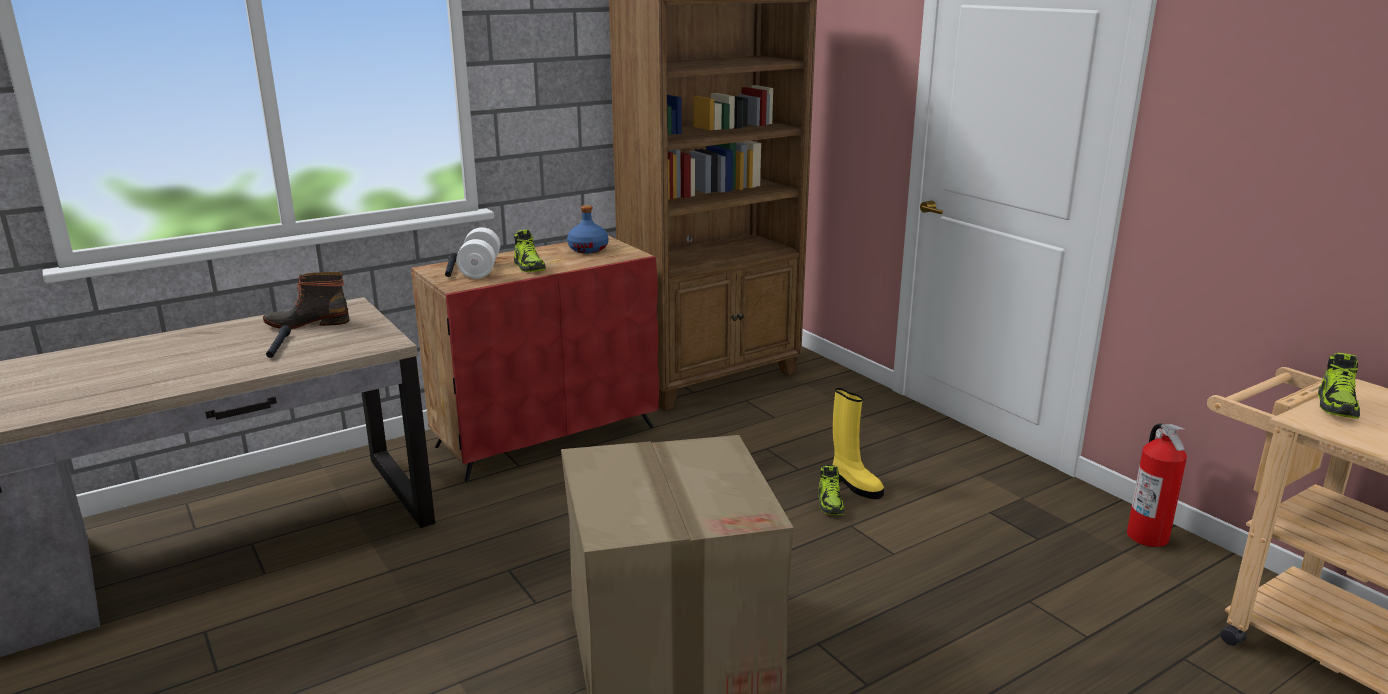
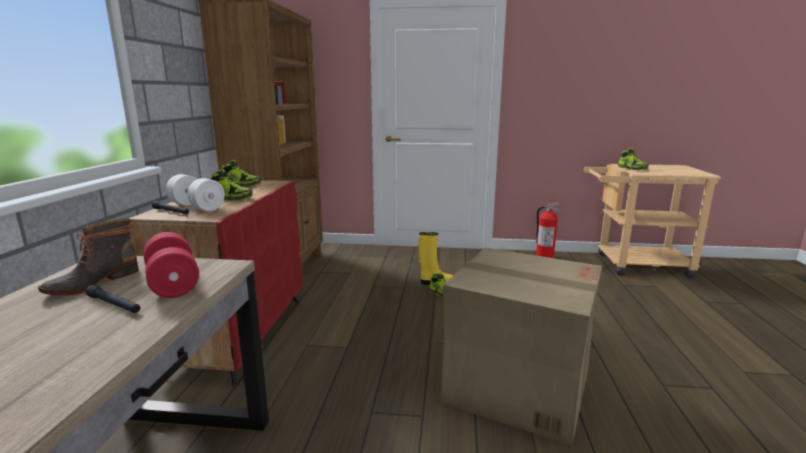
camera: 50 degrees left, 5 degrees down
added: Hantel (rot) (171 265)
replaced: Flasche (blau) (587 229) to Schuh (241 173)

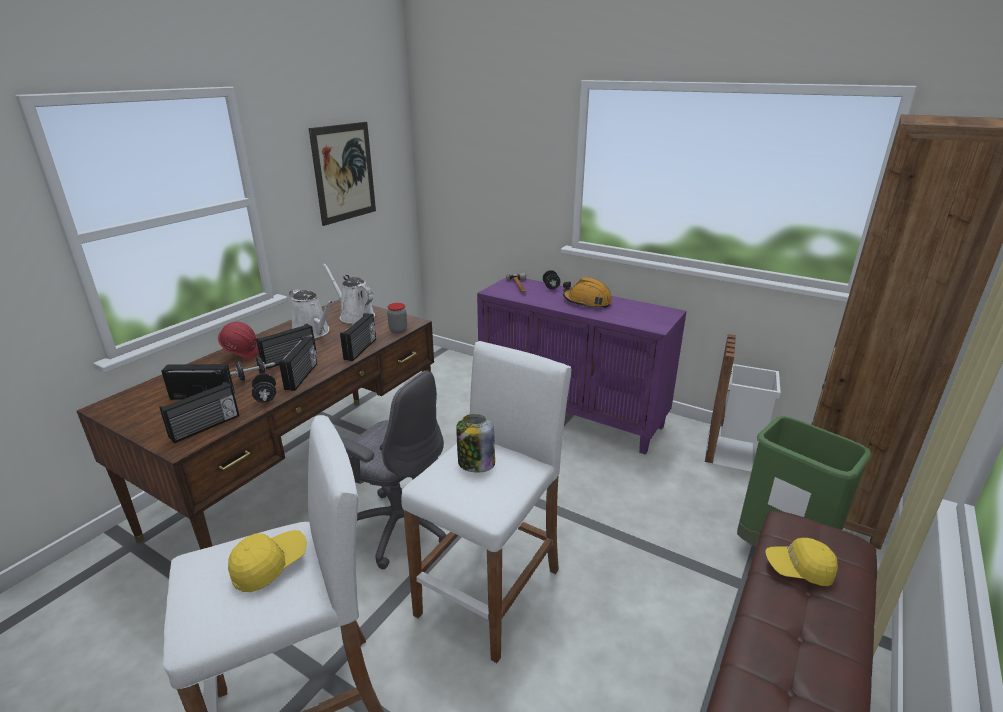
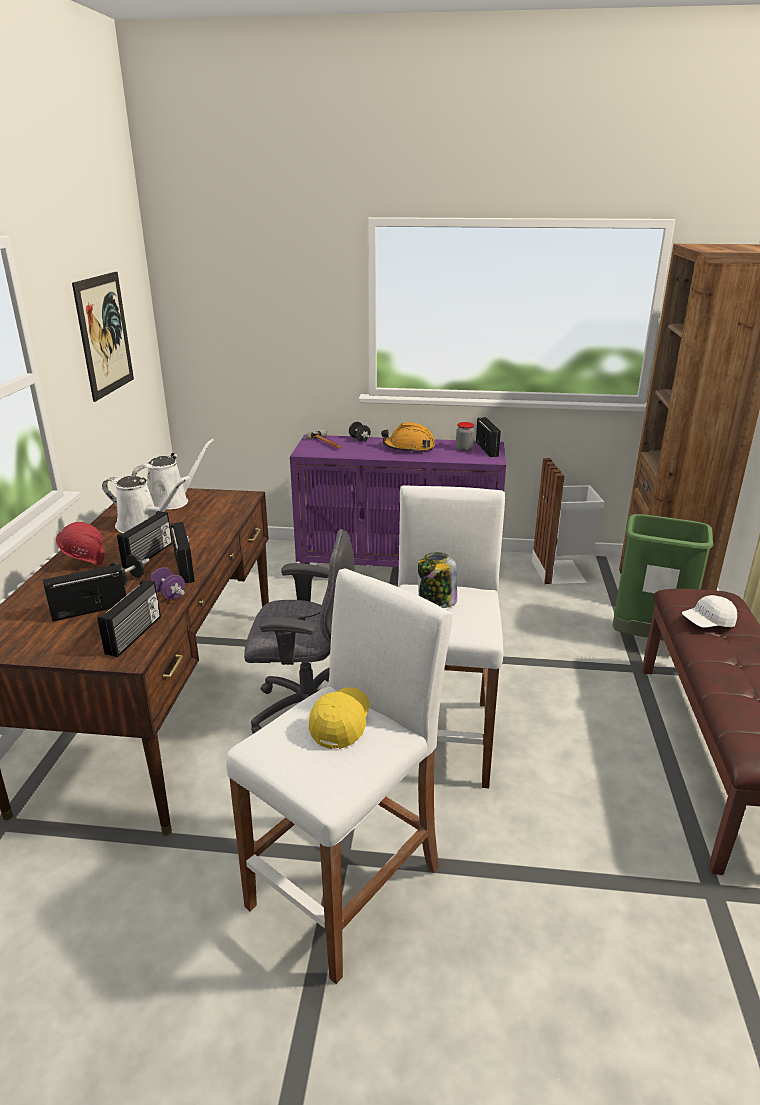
camera: 25 degrees left, 0 degrees up
moved: Vorratsglas (397 318) to (465 436); Radio (358 337) to (488 437)
recoloured: Hantel (schwarz) (264 388) to Hantel (lila) (167 583); Kappe (gelb) (801 562) to Kappe (weiß) (709 611)
turned: Gießkanne (weiß) (348 293) = (173 474) 120 degrees clockwise

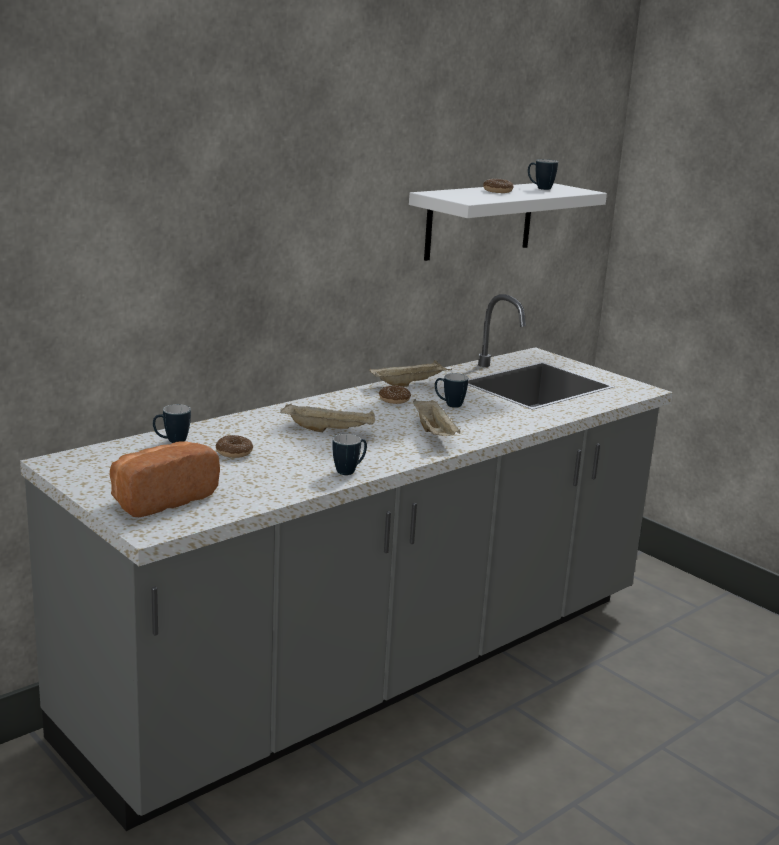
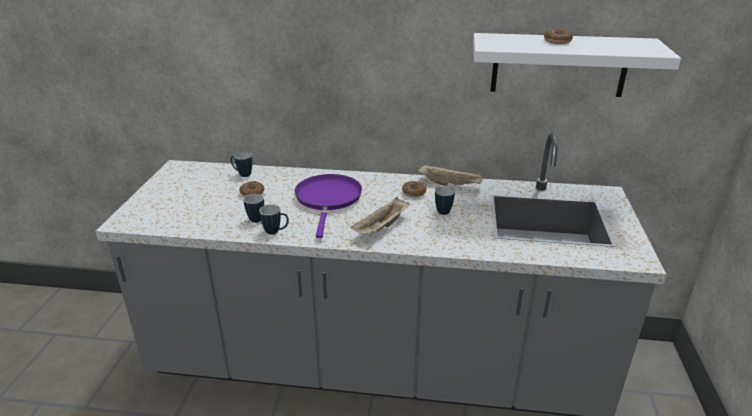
camera: 50 degrees right, 10 degrees up
removed: Brot (165 479)
moved: Henkelbecher (543 174) to (253 208)
replaced: Tablett (beige) (327 417) to Pfanne (lila) (328 206)

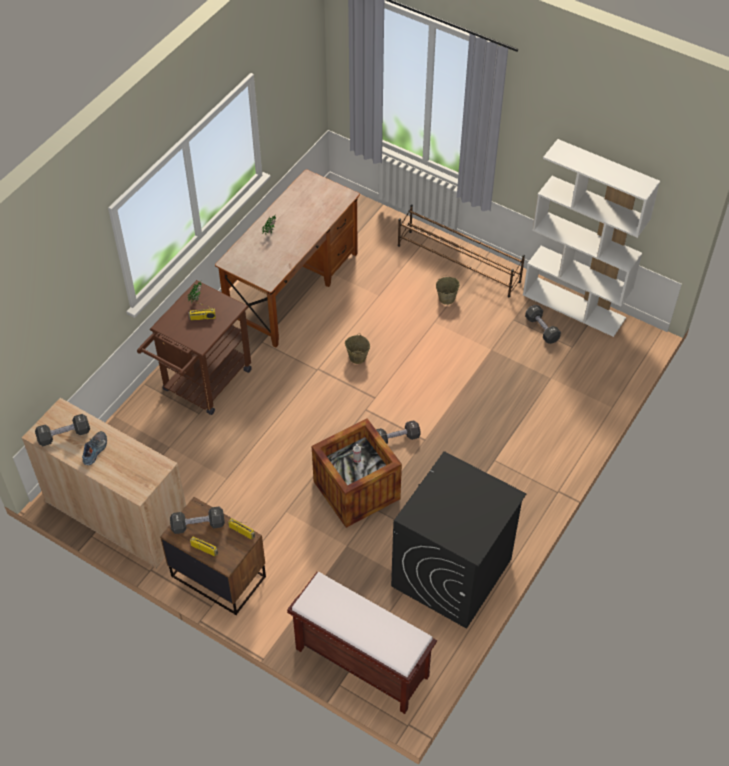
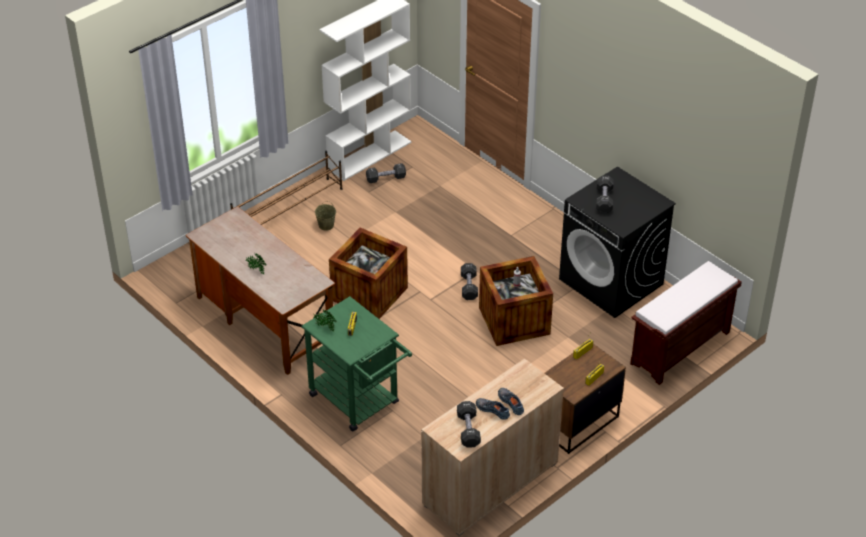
camera: 75 degrees left, 10 degrees down
added: Schuh (511 401)
moved: Hantel (schwarz) (197 520) to (605 194)
replaced: Eimer (beige) (357 349) to Kiste (368 273)
recoloured: Rollwagen (braun) (194 347) to Rollwagen (grün) (356 363)

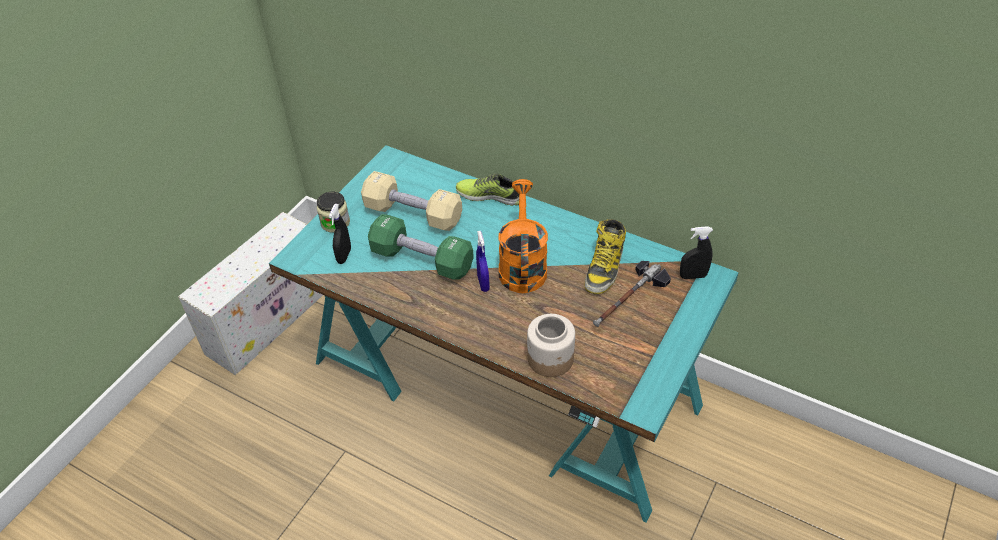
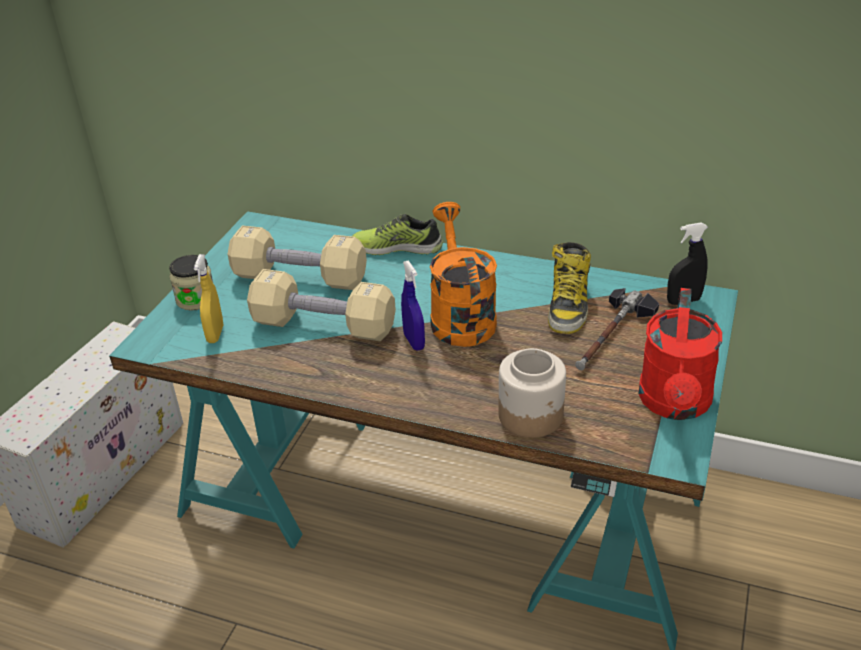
camera: 10 degrees left, 10 degrees down
added: Gießkanne (rot) (680 354)
recoloured: Sprühflasche (schwarz) (340 234) to Sprühflasche (gelb) (208 298); Hantel (grün) (421 247) to Hantel (beige) (321 305)

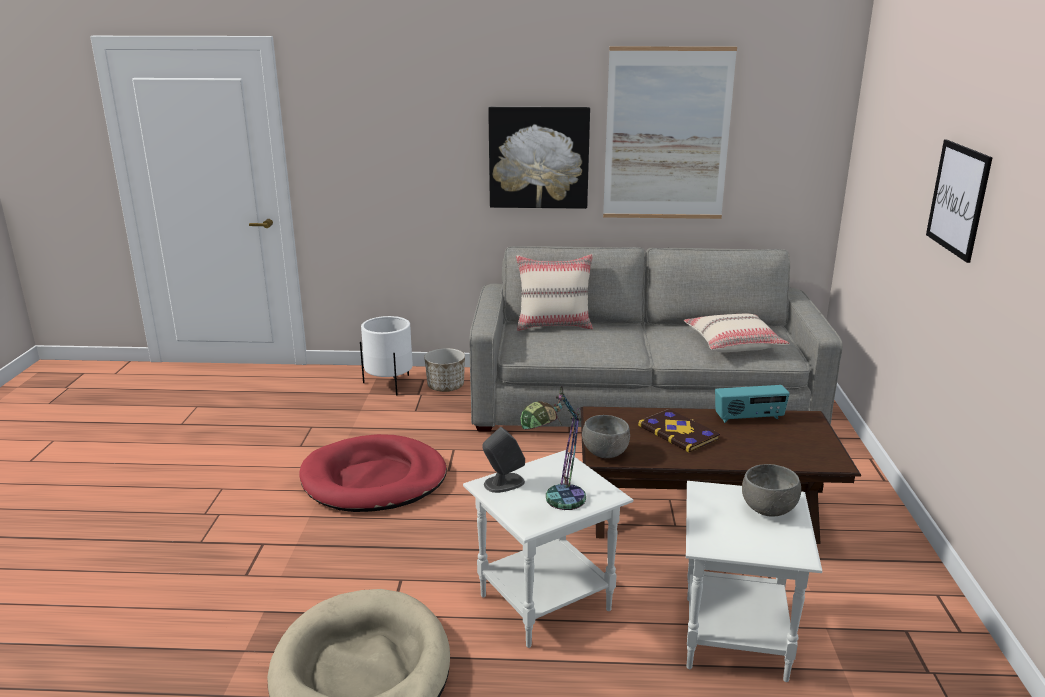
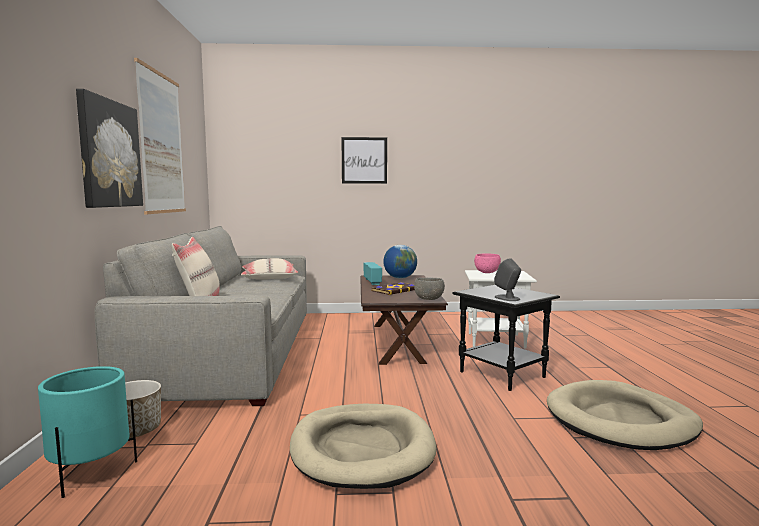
camera: 95 degrees left, 15 degrees down
removed: Tischlampe (553 448)
added: Globus (400 262)
recoloured: Pflanzkübel (weiß) (386 356) to Pflanzkübel (türkis) (87 432); Hundebett (rot) (373 473) to Hundebett (beige) (363 446); Beistelltisch (weiß) (548 549) to Beistelltisch (schwarz) (506 338); Schüssel (grau) (771 490) to Schüssel (rosa) (487 263)

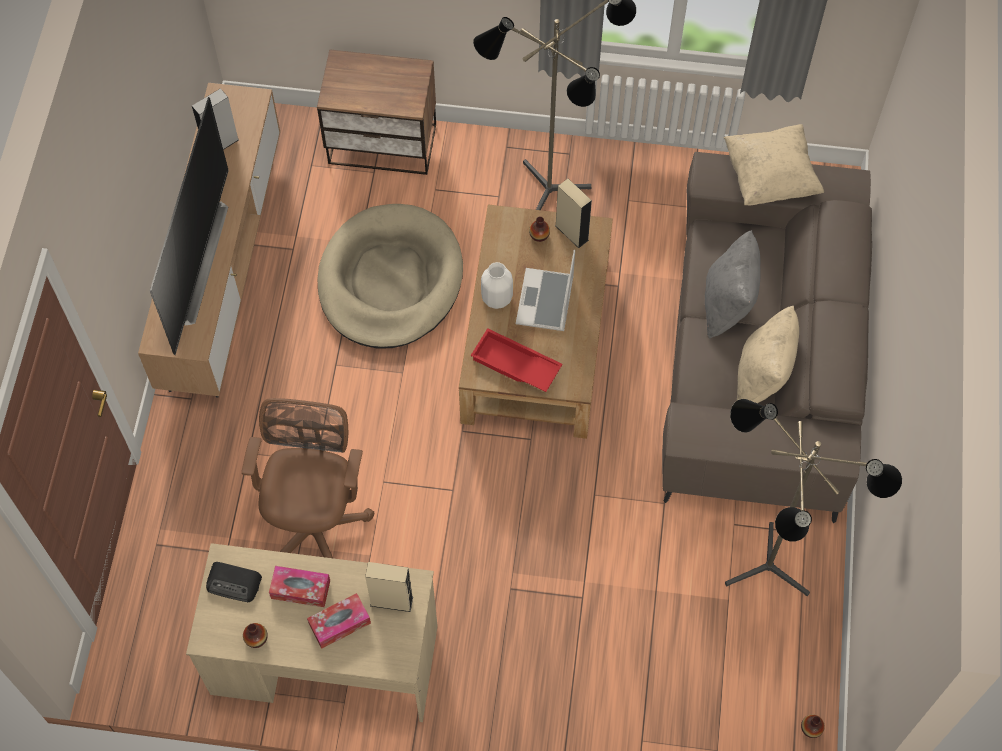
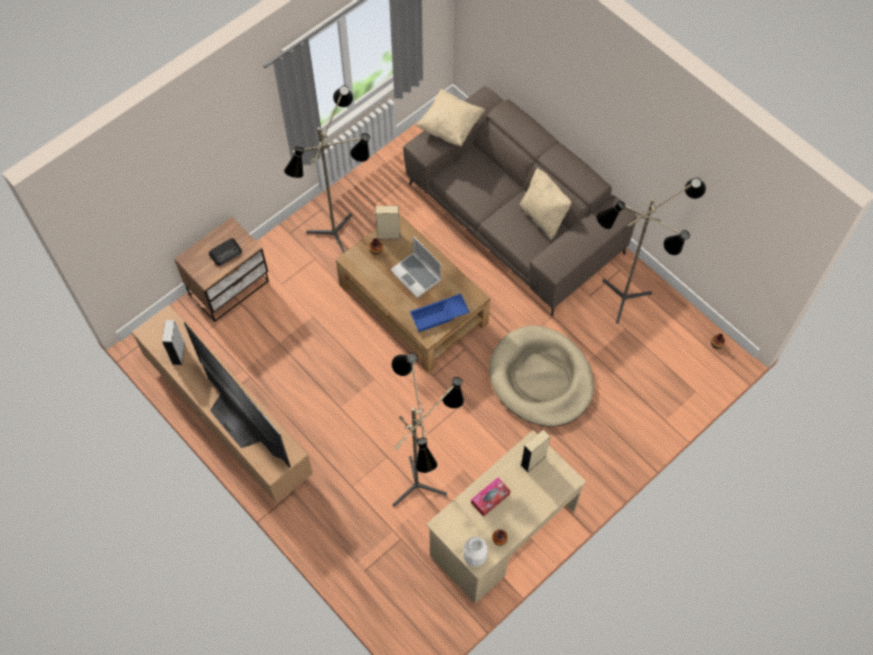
camera: 50 degrees left, 0 degrees up
removed: Kissen (grau) (733 284); Taschentuchbox (339 621)
moved: Hundebett (beige) (390 276) to (541 376); Vase (weiß) (497 285) to (475 552); Radio (234 582) to (225 252)
replaced: Bürostuhl (braun) (308 478) to Stehlampe (428 430)
recoloured: Tablett (rot) (517 360) to Tablett (blau) (440 313)

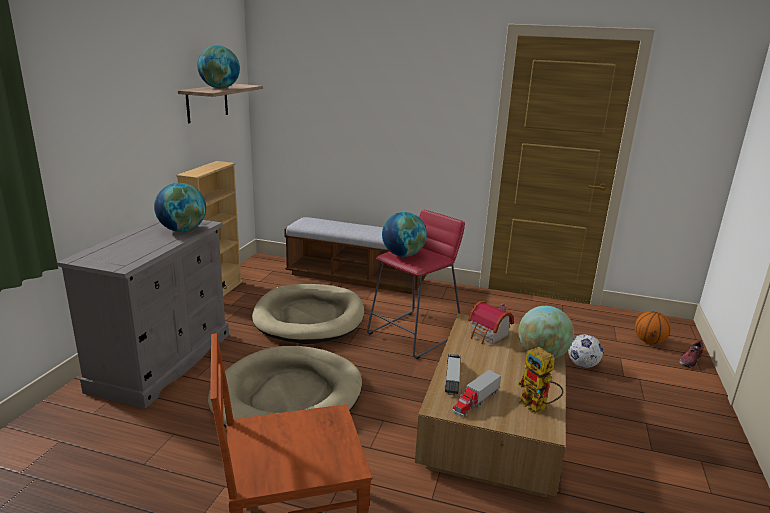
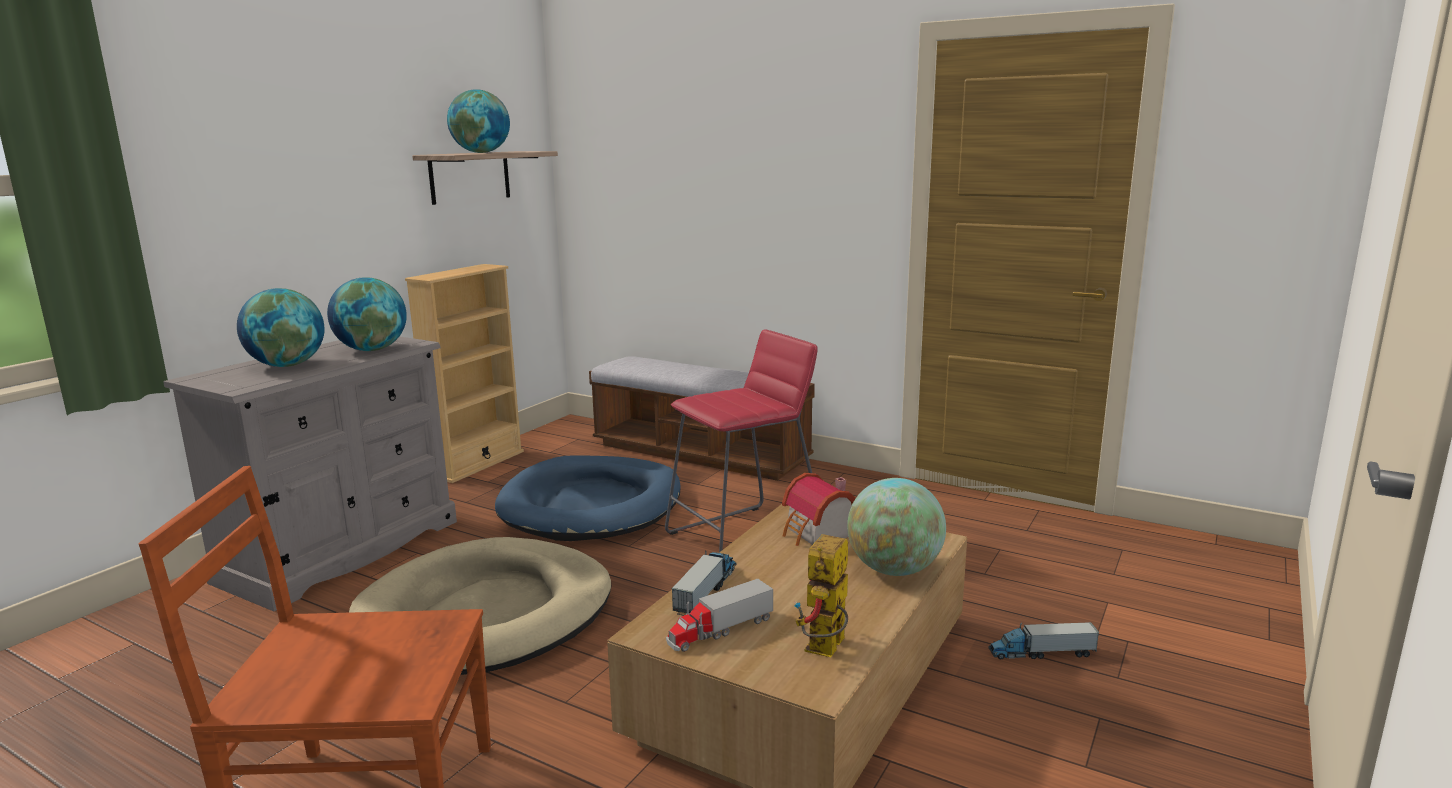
camera: 15 degrees right, 5 degrees down
removed: Basketball (653 327); Fußball (585 351); Schuh (691 354)
added: Spielzeuglaster (1043 640)
moved: Globus (404 234) to (281 327)
recoloured: Hundebett (beige) (308 314) to Hundebett (blau) (588 498)
turned: Spielzeugroboter (541 380) = (821 595) 45 degrees clockwise

